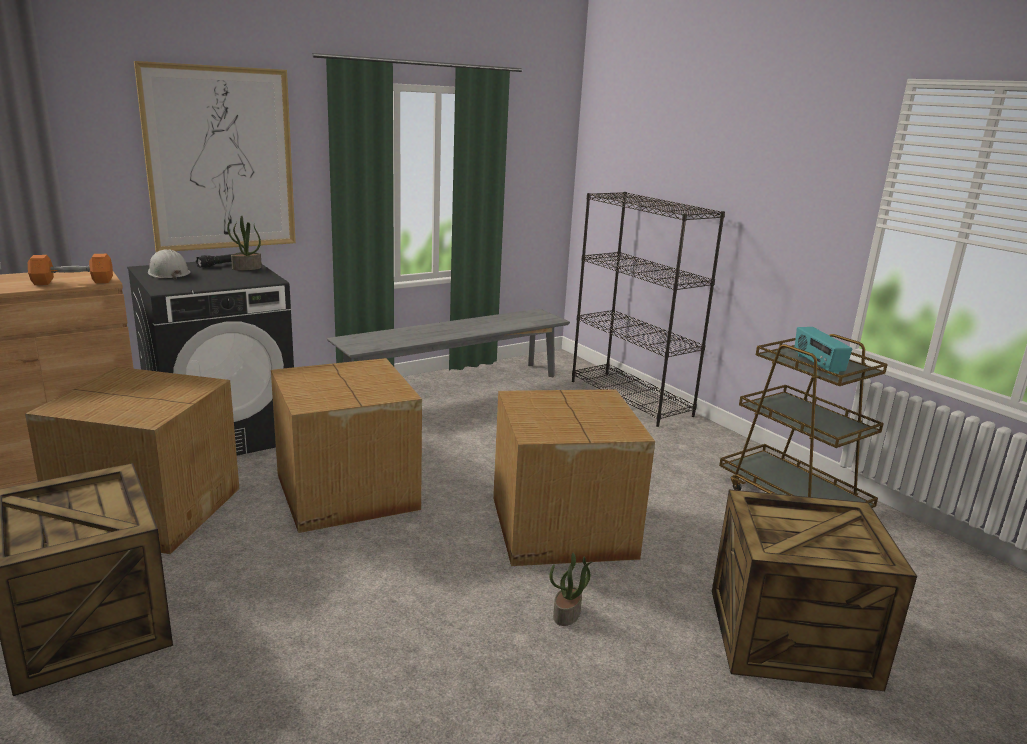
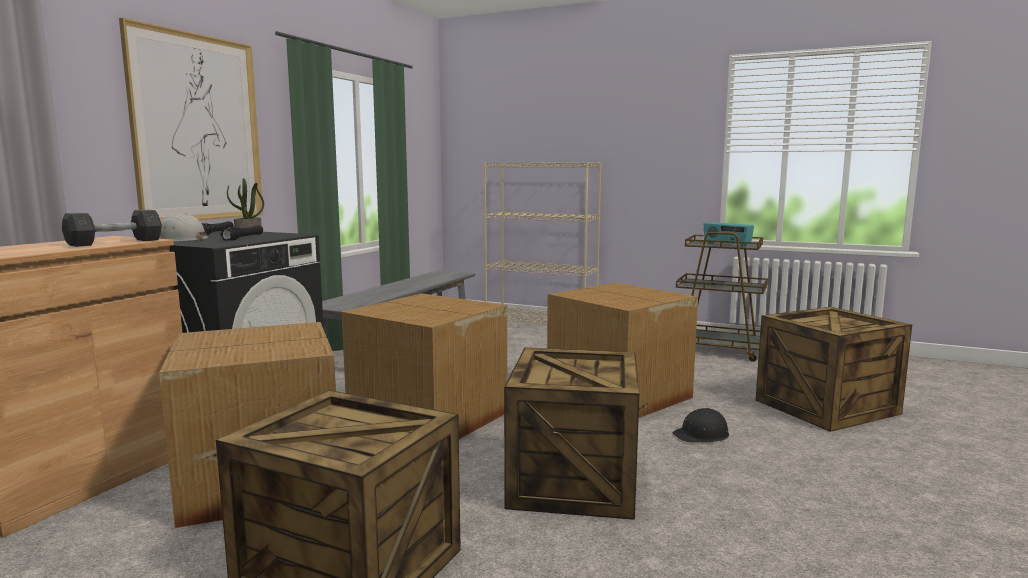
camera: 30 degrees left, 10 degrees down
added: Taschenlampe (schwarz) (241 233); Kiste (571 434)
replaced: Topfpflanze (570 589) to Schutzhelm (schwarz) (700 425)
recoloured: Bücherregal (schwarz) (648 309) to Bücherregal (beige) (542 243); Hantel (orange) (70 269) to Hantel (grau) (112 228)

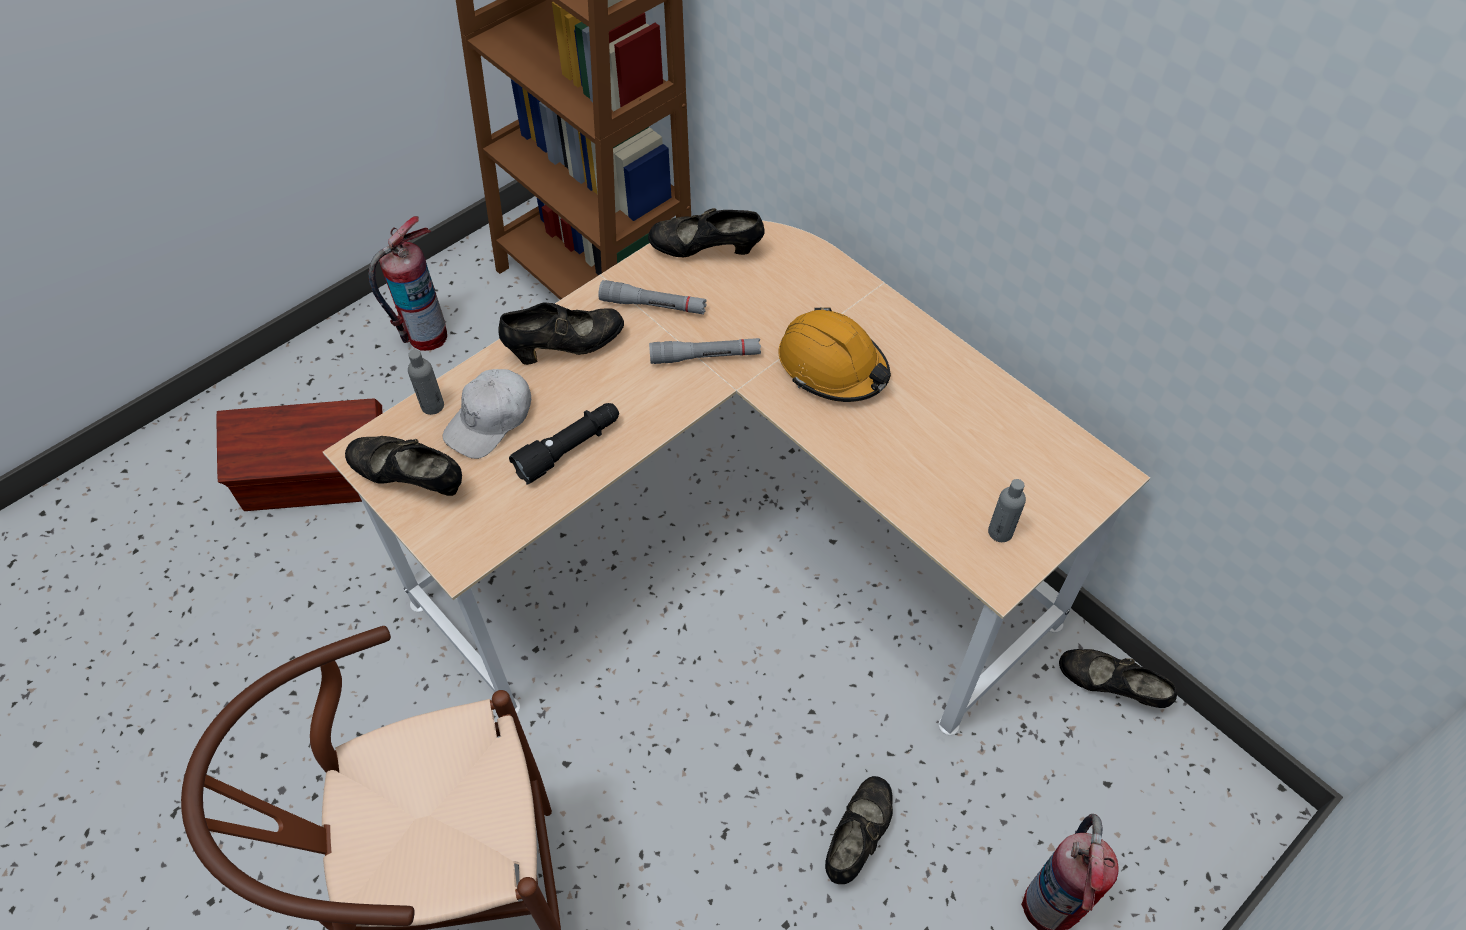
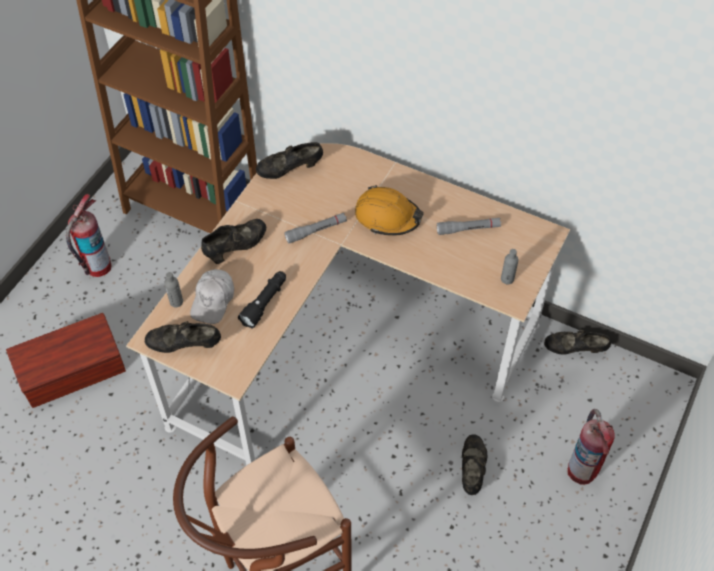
camera: 20 degrees left, 0 degrees up
moved: Taschenlampe (grau) (652 297) to (469 226)

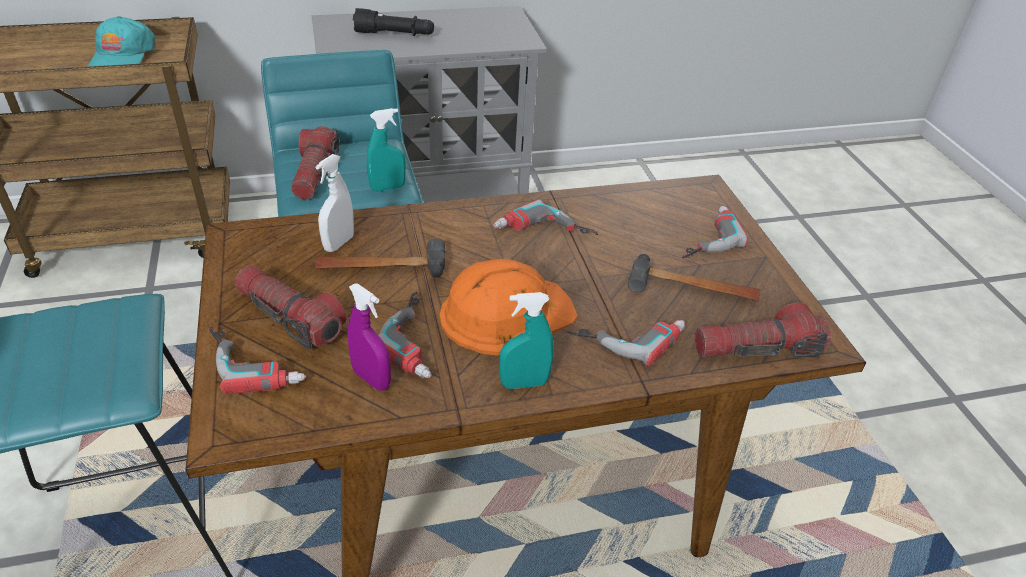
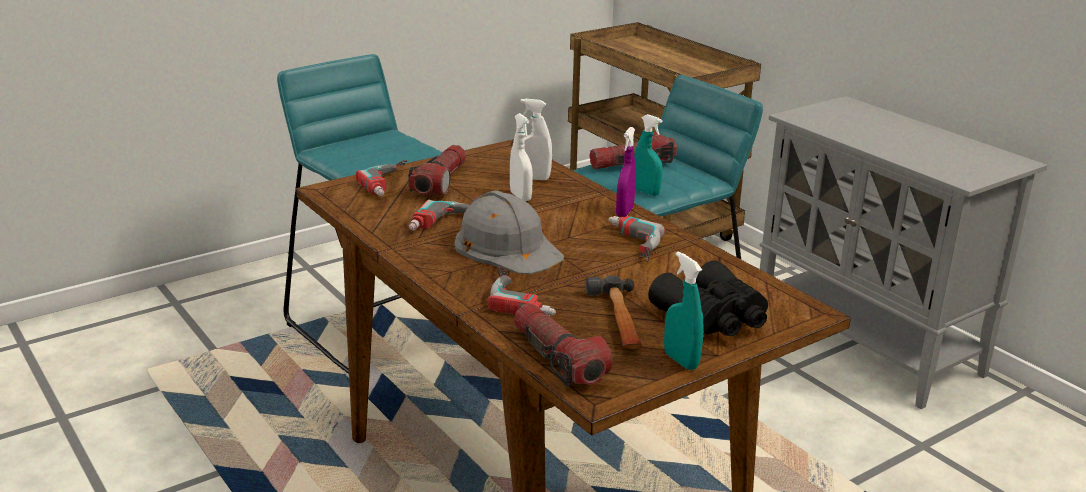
camera: 70 degrees right, 15 degrees down
removed: Taschenlampe (schwarz) (393 22); Kappe (türkis) (122 41)
moved: Sprühflasche (lila) (369 337) to (626 172); Sprühflasche (türkis) (526 340) to (684 311)
replaced: Bohrmaschine (715 232) to Fernglas (schwarz) (708 298); Hammer (380 257) to Sprühflasche (weiß) (521 157)
recoloured: Schutzhelm (orange) (509 307) to Schutzhelm (grau) (509 232)

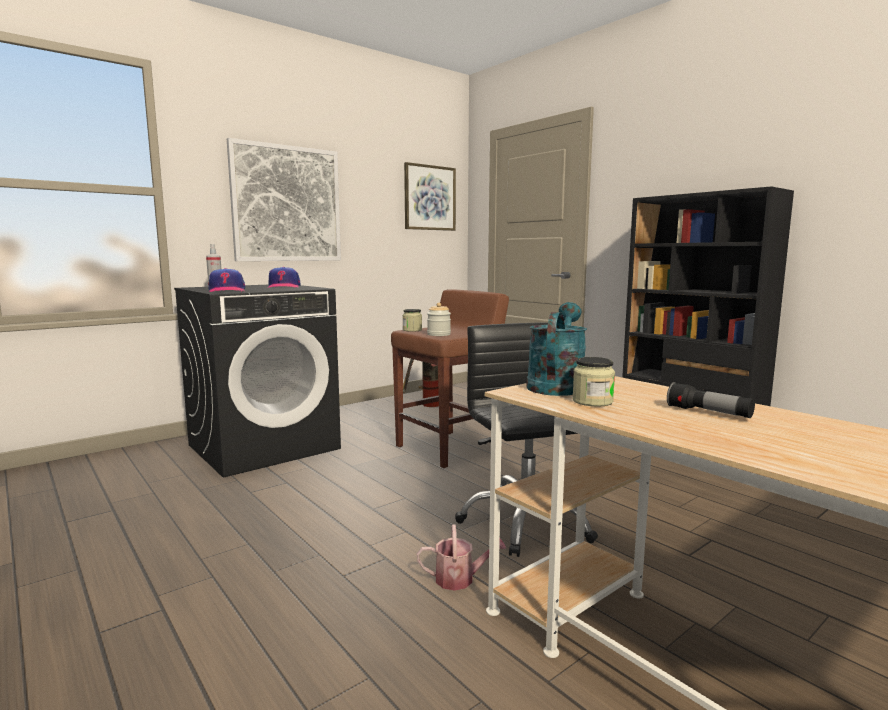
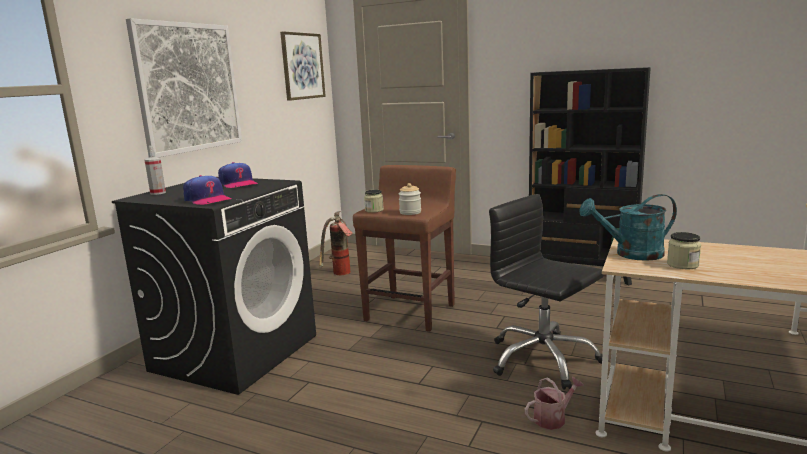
camera: 25 degrees left, 5 degrees up
removed: Taschenlampe (711 400)
turned: Gießkanne (türkis) (556 349) = (628 227) 90 degrees counterclockwise

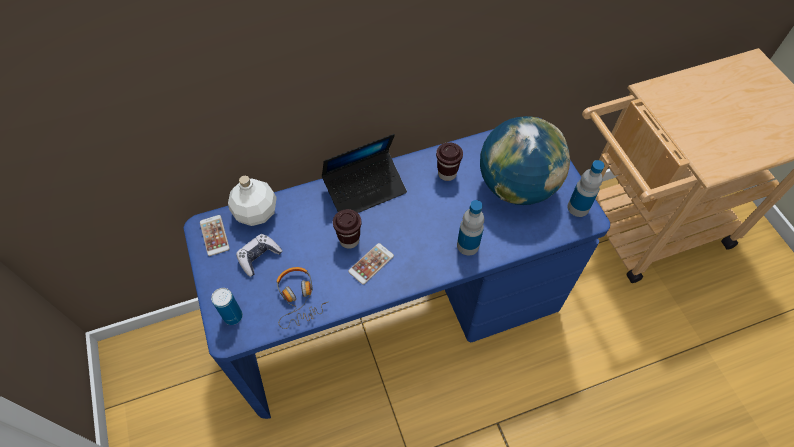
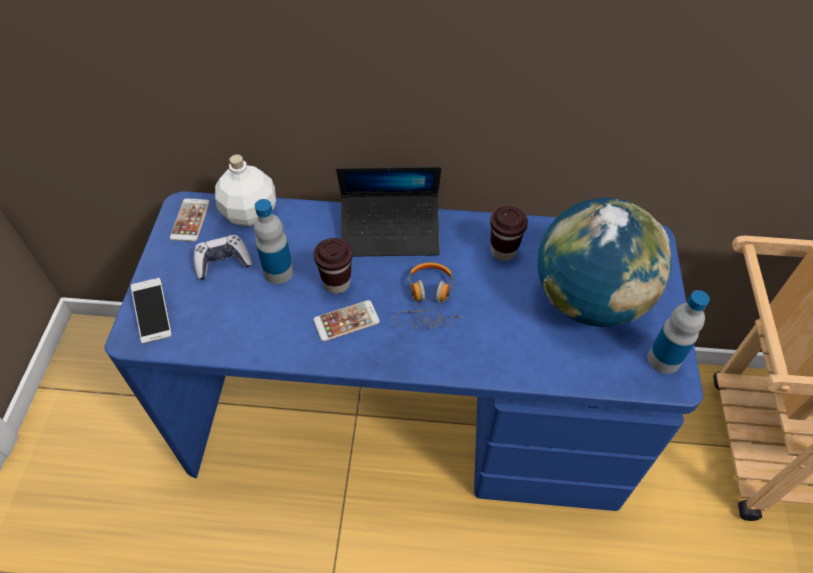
camera: 25 degrees right, 5 degrees down
moved: Flasche (470 227) to (274 241); Kopfhörer (303 298) to (428 296)
replaced: Dose (227 306) to Handy (151 311)

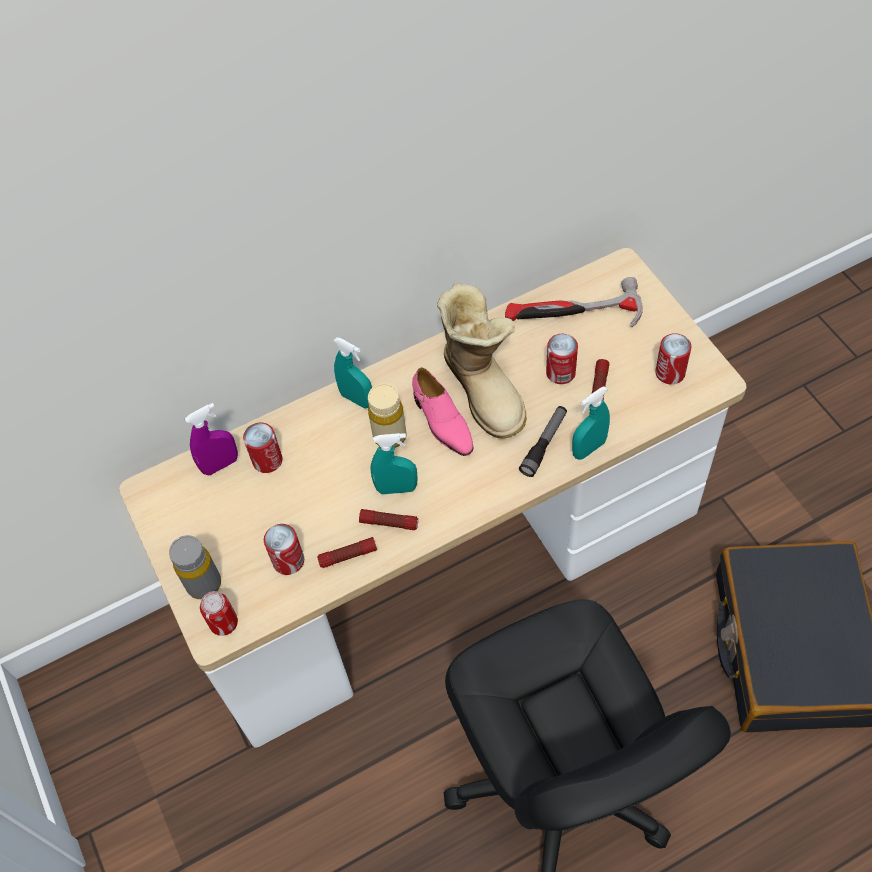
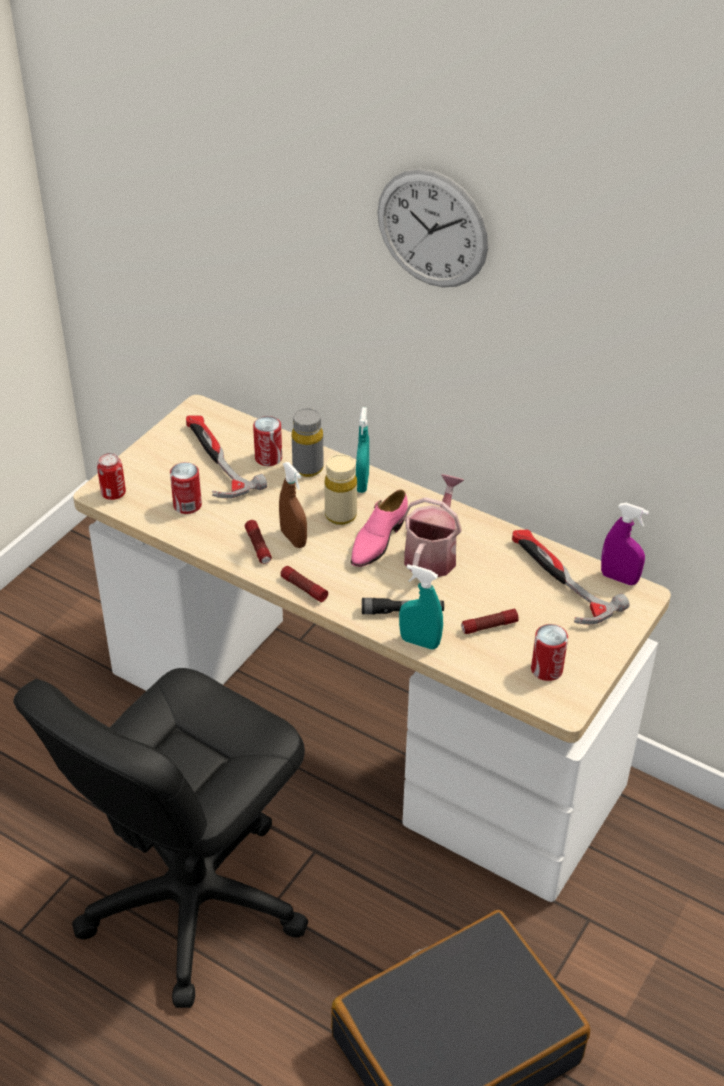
camera: 55 degrees right, 15 degrees down
removed: Dose (562 359)
added: Wanduhr (433 228); Hammer (226 456)
moved: Sprühflasche (lila) (211 439) to (625 544); Flasche (grau) (195 567) to (308 442); Taschenlampe (347 552) to (304 584)
replaced: Stiefel (482 360) to Gießkanne (433 525)
recoloured: Sprühflasche (türkis) (394 463) to Sprühflasche (braun) (293 505)

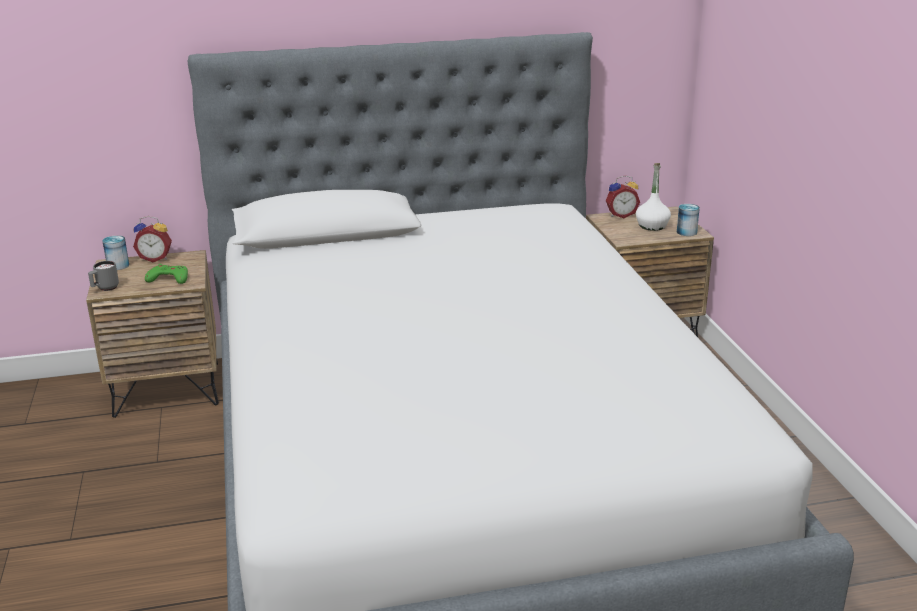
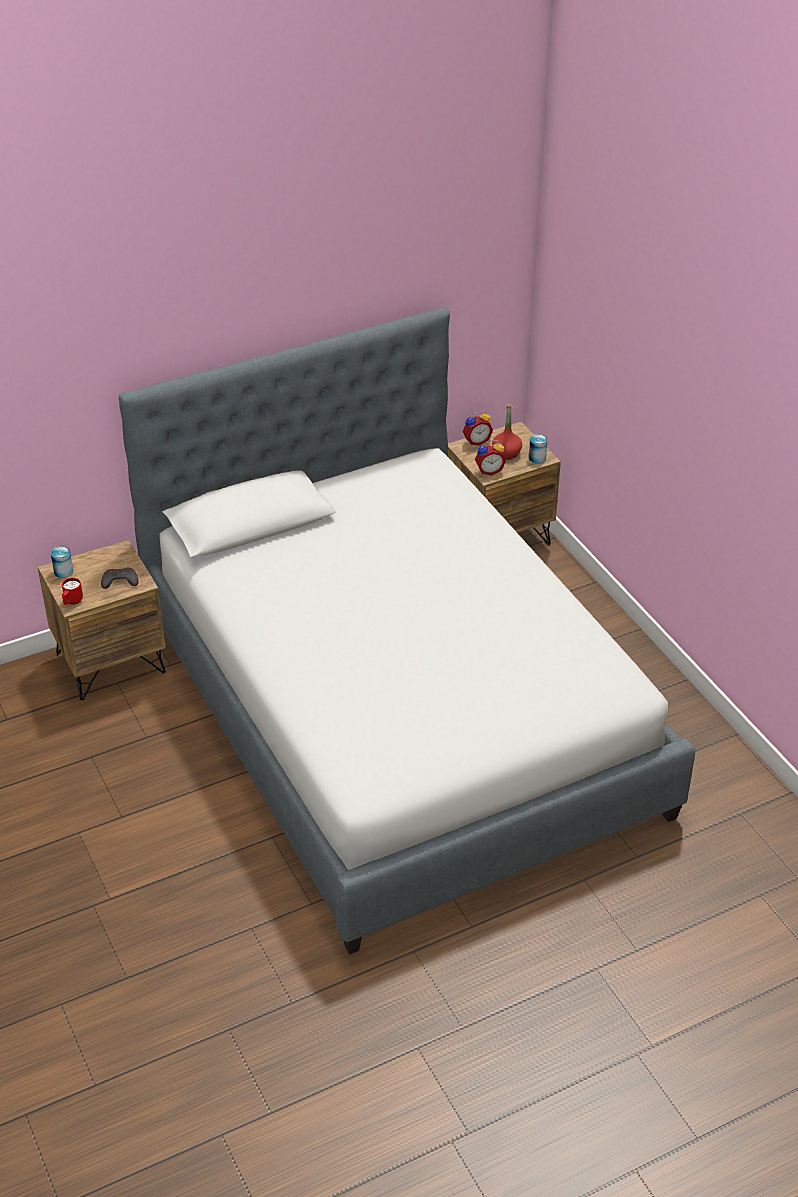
camera: 15 degrees left, 15 degrees up
moved: Wecker (152 239) to (490 458)
recoloured: Flasche (weiß) (653 197) to Flasche (rot) (507 432); Henkelbecher (grau) (103 276) to Henkelbecher (rot) (72 591); Gamepad (grün) (166 274) to Gamepad (grau) (119 578)

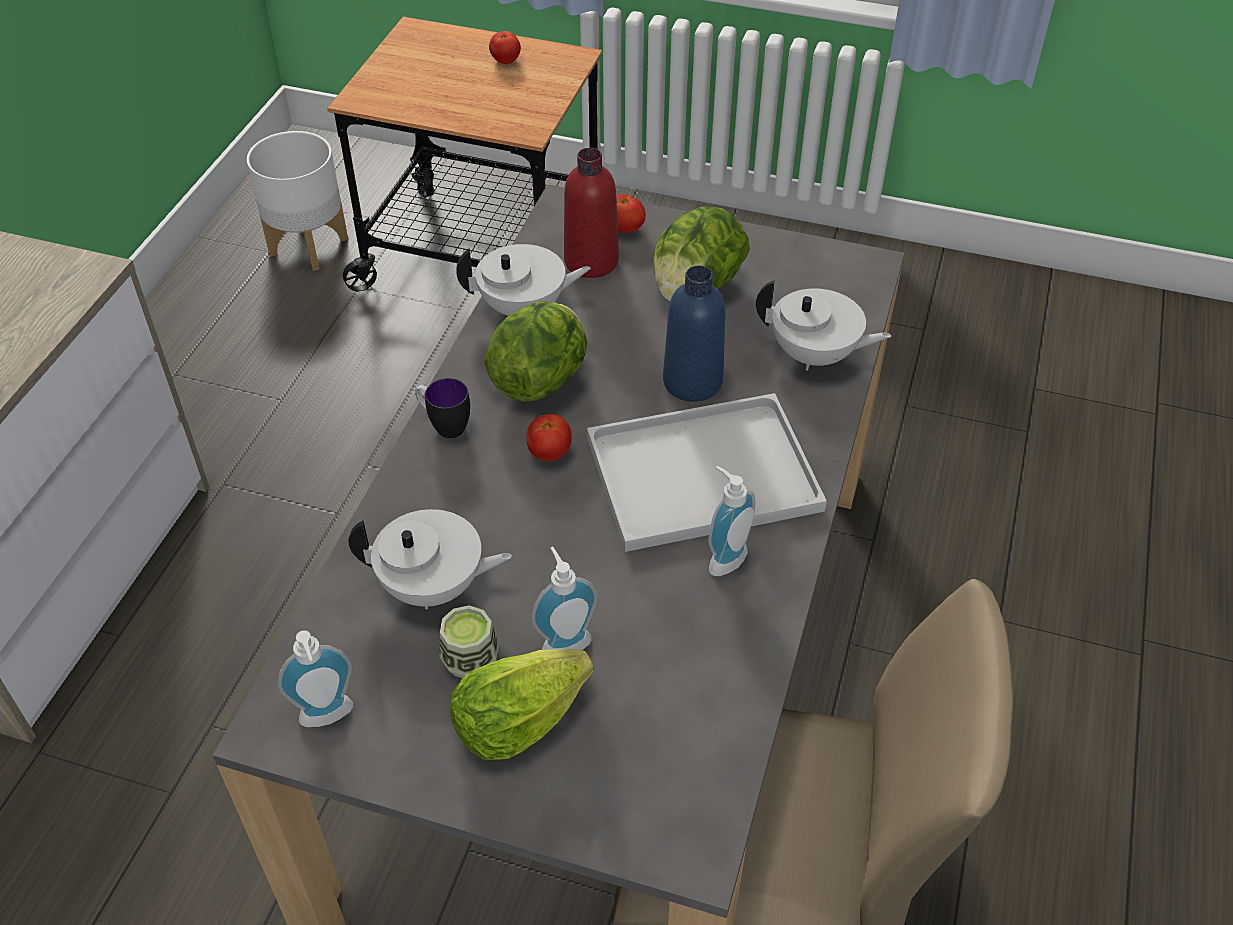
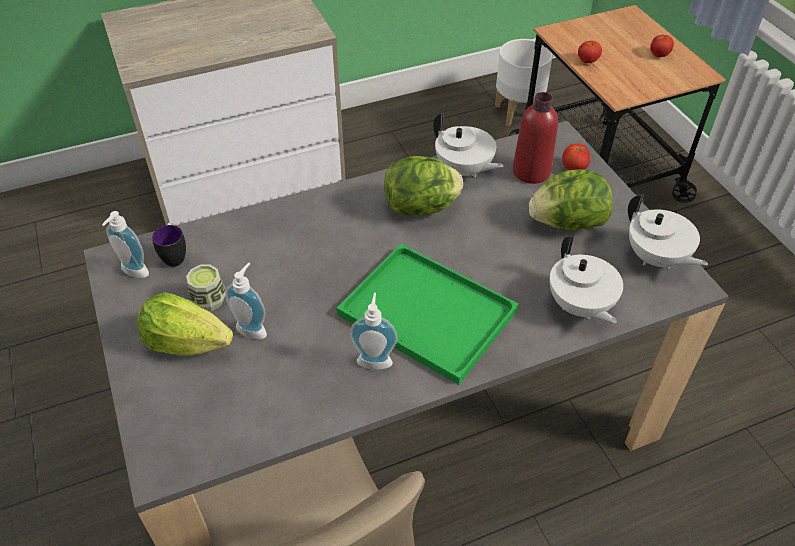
camera: 50 degrees right, 0 degrees up
removed: Flasche (blau) (694 334)
moved: Henkelbecher (442 408) to (169 245); Tomate (549 437) to (590 52); Teekanne (weiß) (430 559) to (668 231)
recoloured: Tablett (weiß) (707 472) to Tablett (grün) (428 314)

